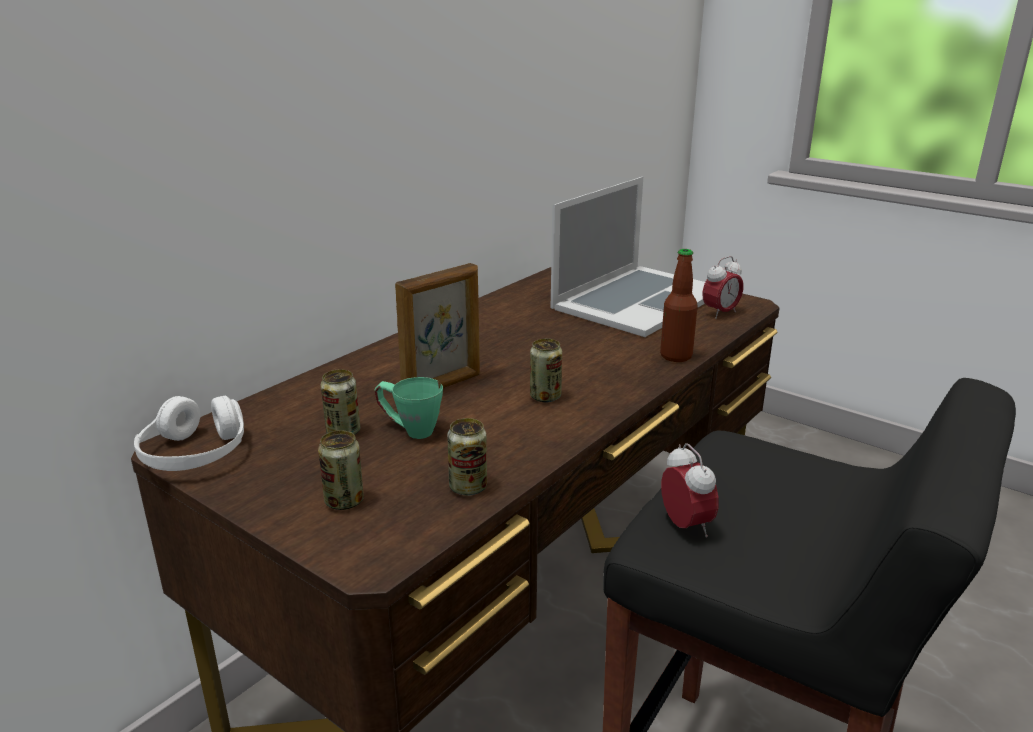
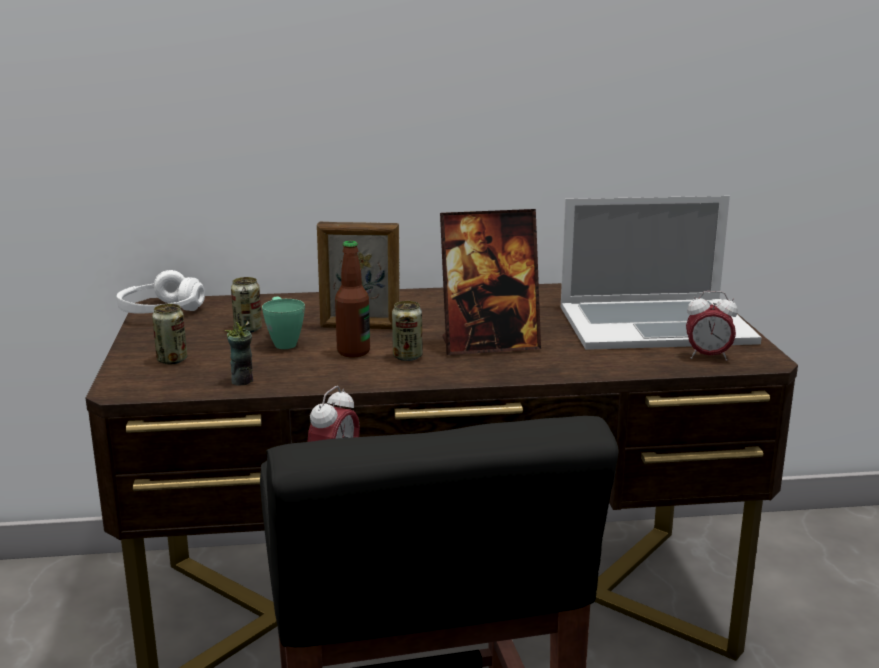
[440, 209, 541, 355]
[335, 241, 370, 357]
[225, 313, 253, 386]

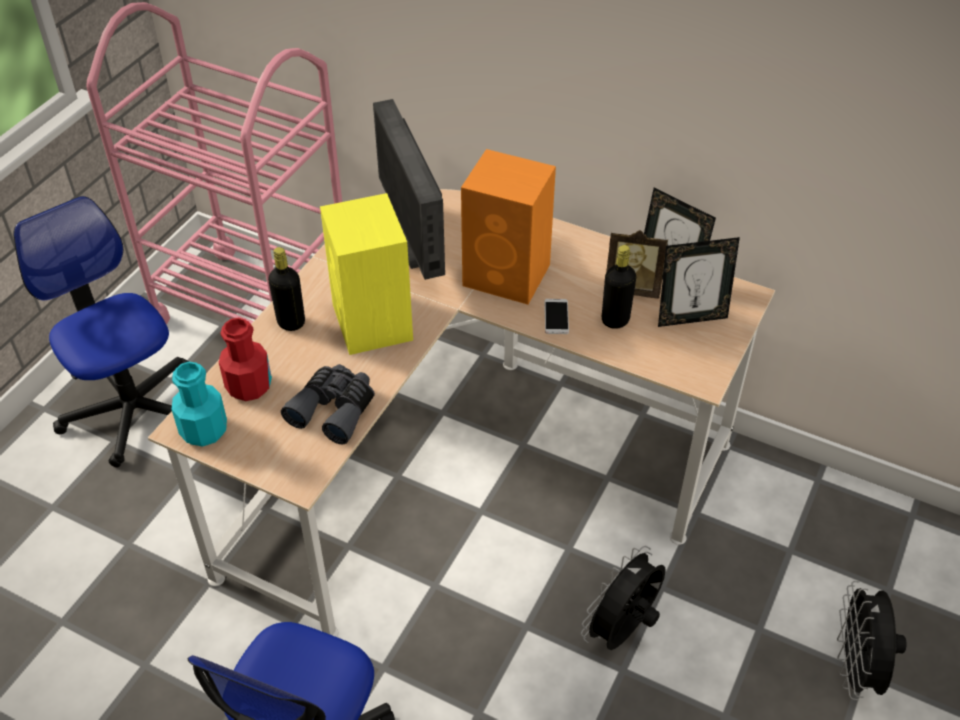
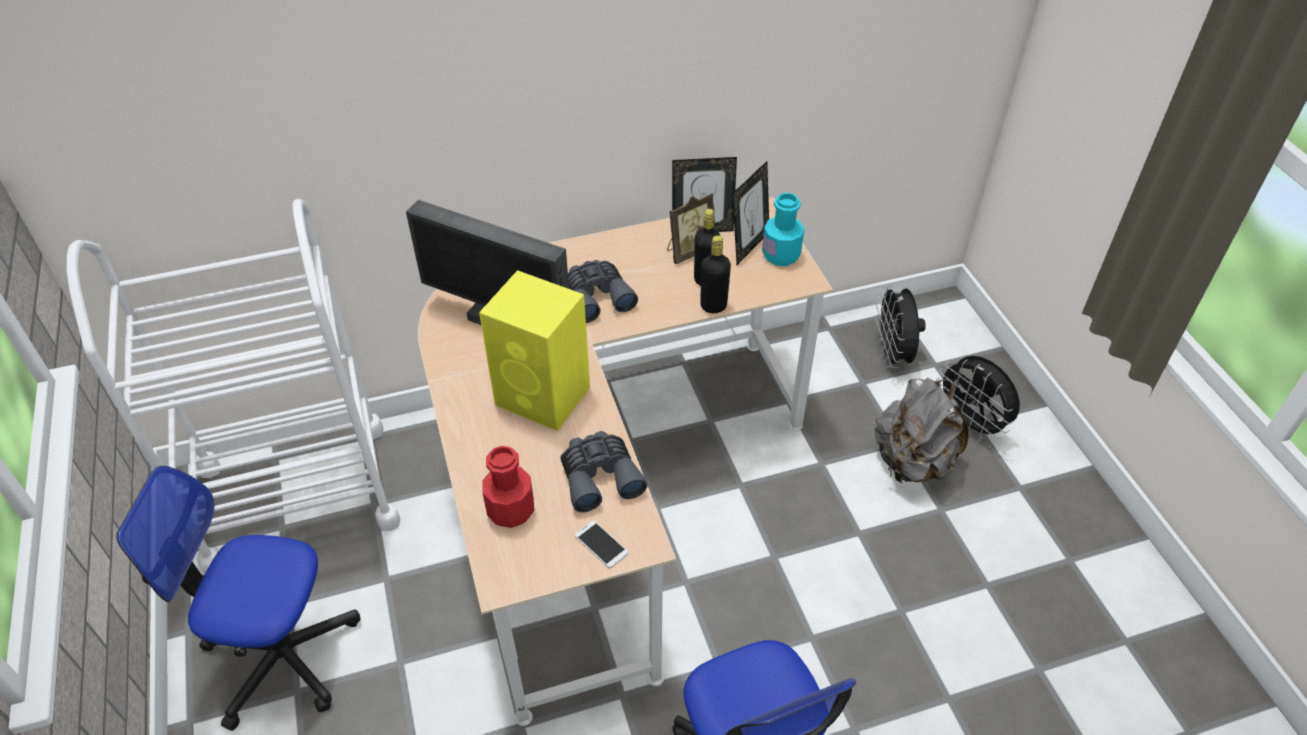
[875, 378, 969, 483]
[762, 193, 804, 266]
[700, 235, 731, 313]
[575, 521, 628, 568]
[875, 285, 926, 368]
[568, 260, 638, 323]
[67, 199, 400, 575]

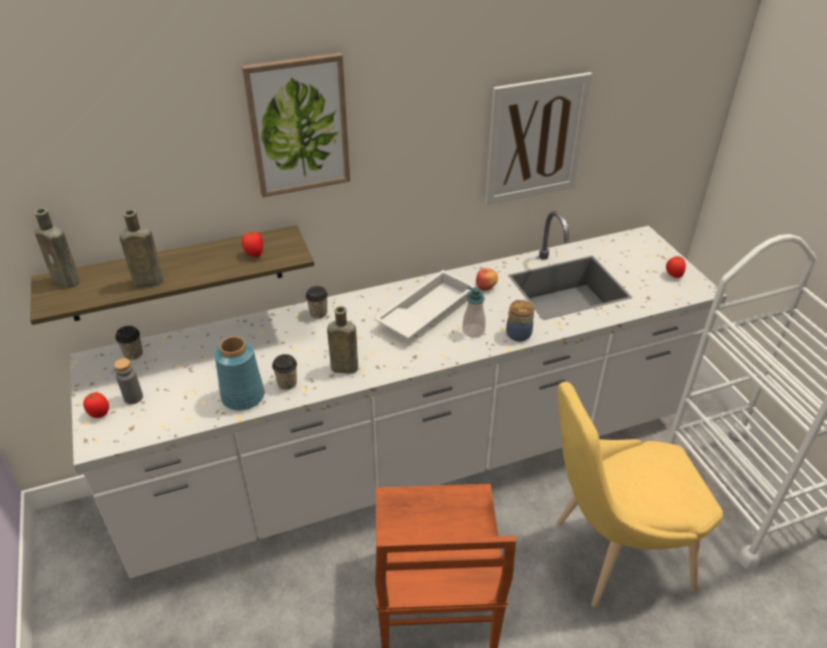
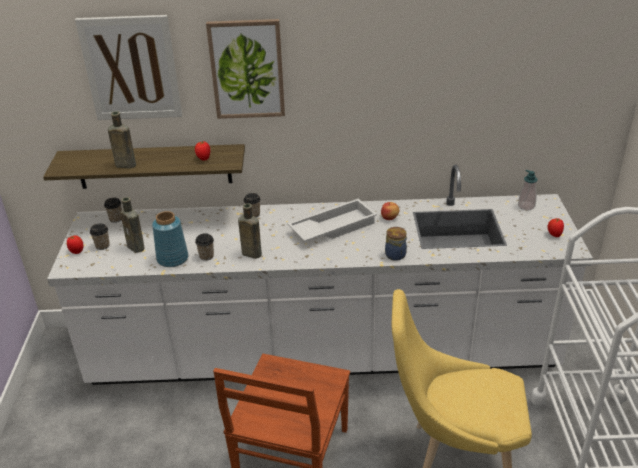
[120, 197, 145, 253]
[518, 170, 538, 210]
[75, 15, 182, 120]
[90, 223, 110, 250]

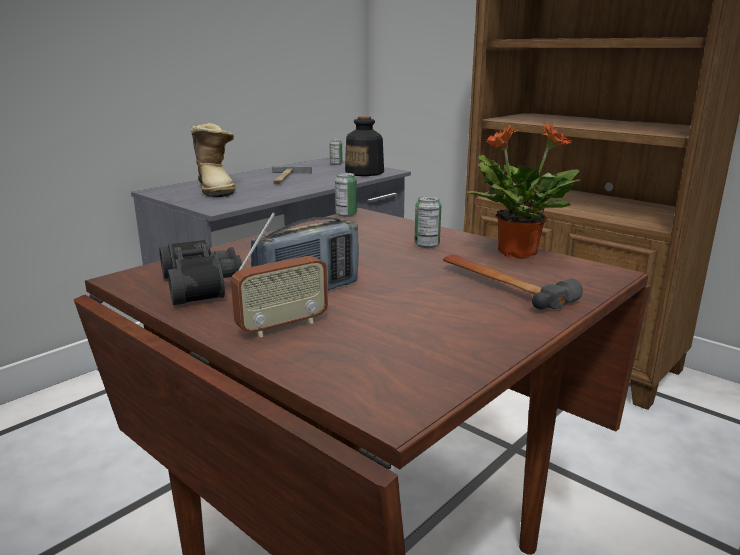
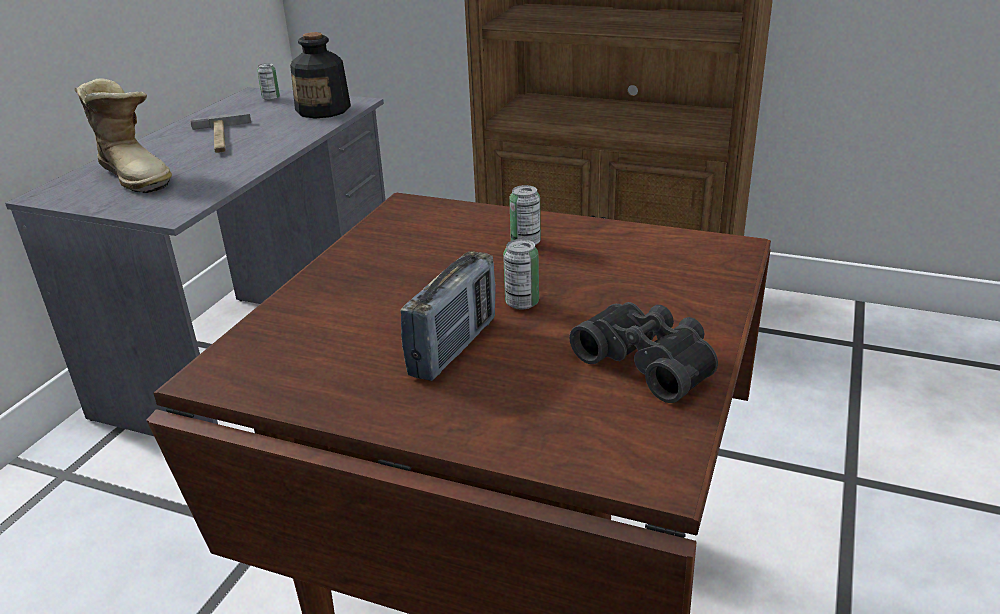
[231, 213, 328, 337] (first image)
[443, 255, 583, 310] (first image)
[466, 123, 581, 259] (first image)
[570, 302, 718, 403]
[503, 239, 539, 310]

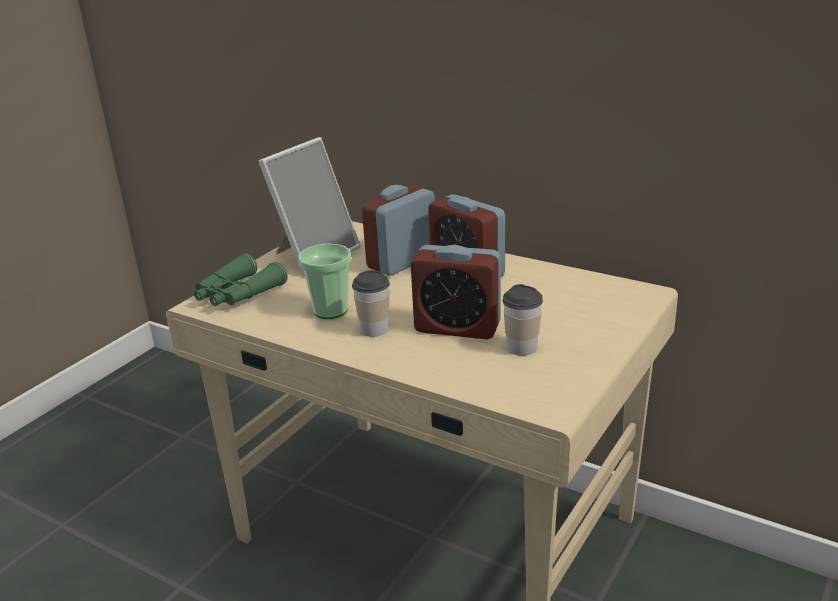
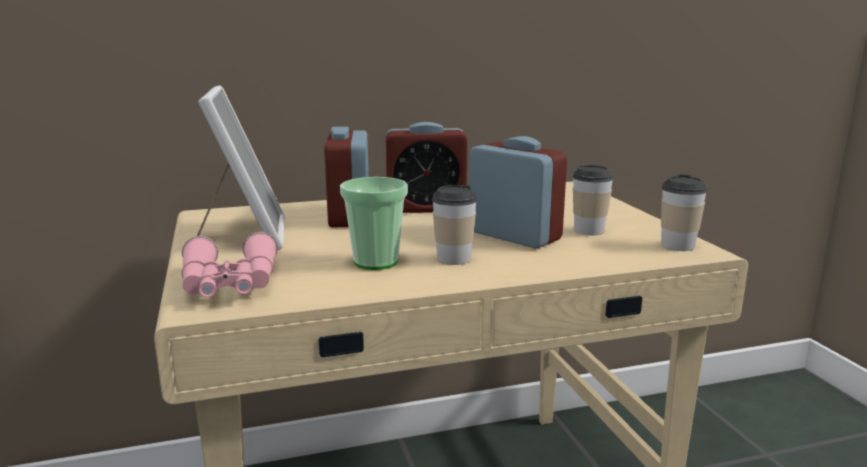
[661, 174, 708, 251]
[182, 232, 278, 298]
[469, 136, 567, 249]

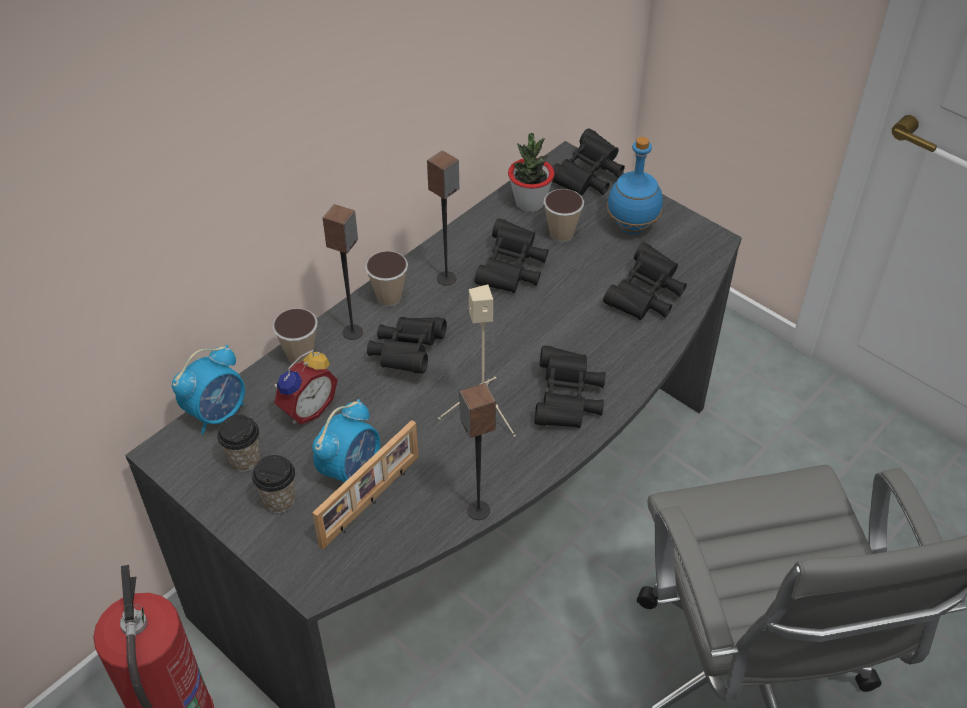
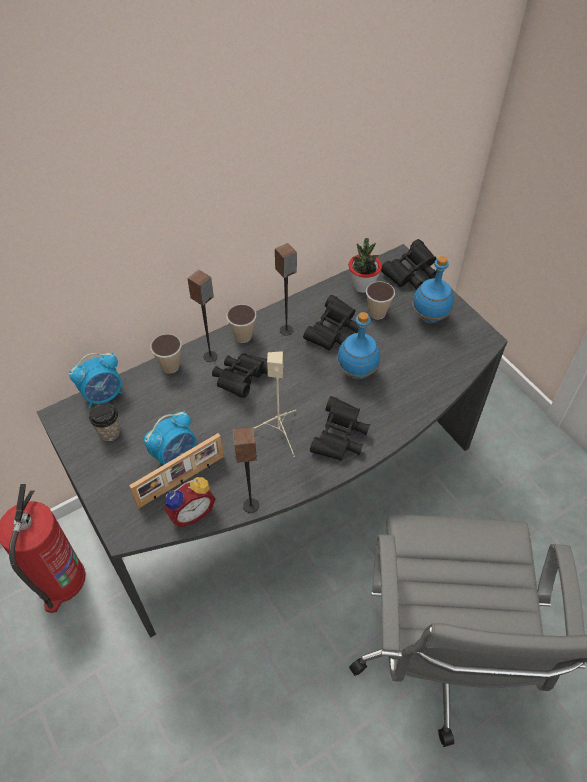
[252, 455, 296, 513] (first image)
[603, 242, 687, 320] (first image)
[337, 312, 380, 379]
[164, 477, 216, 527]

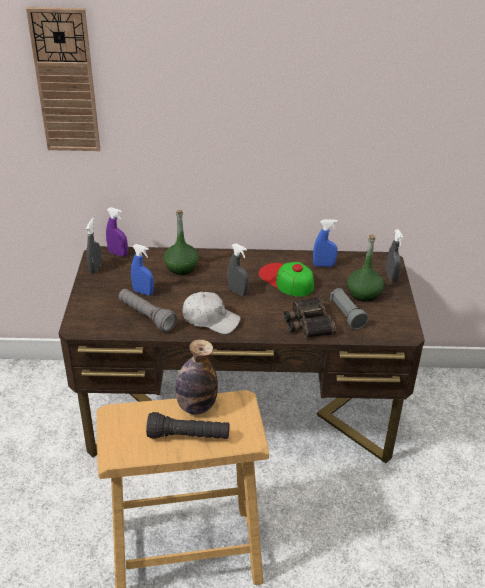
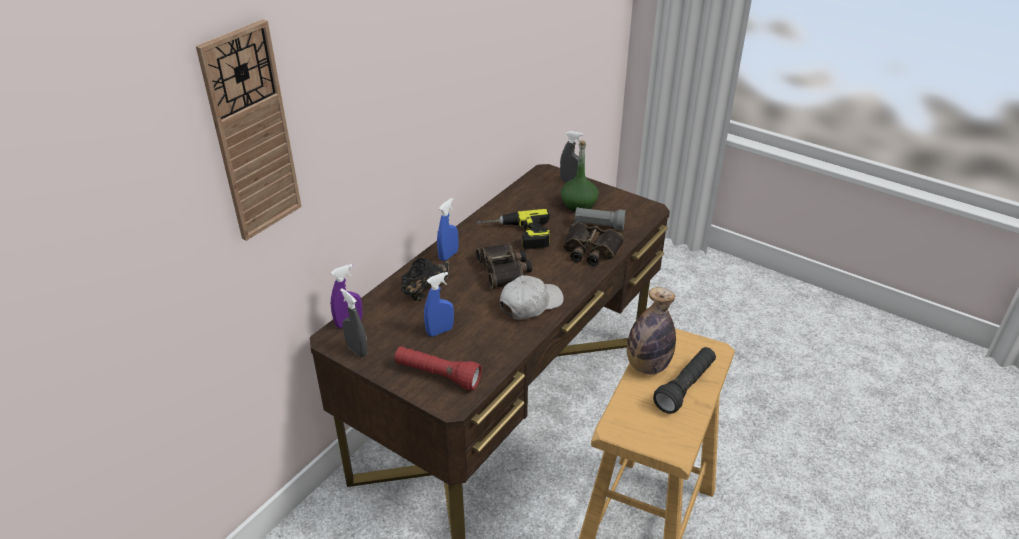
[118, 289, 177, 332] (first image)
[395, 346, 482, 390]
[437, 198, 458, 261]
[401, 257, 450, 301]
[476, 243, 532, 289]
[476, 209, 550, 249]

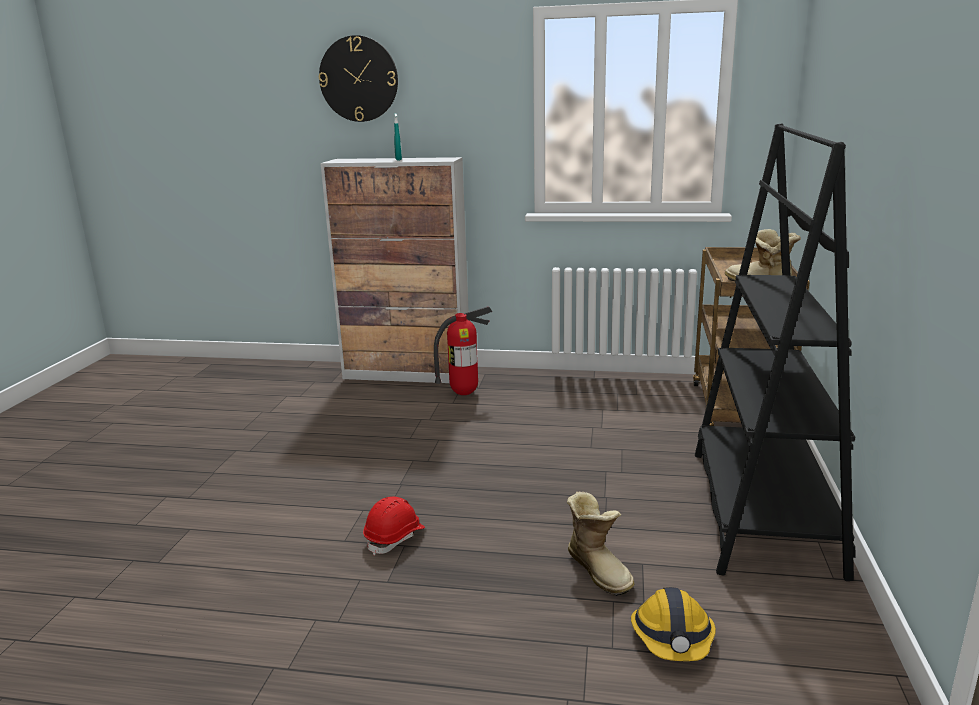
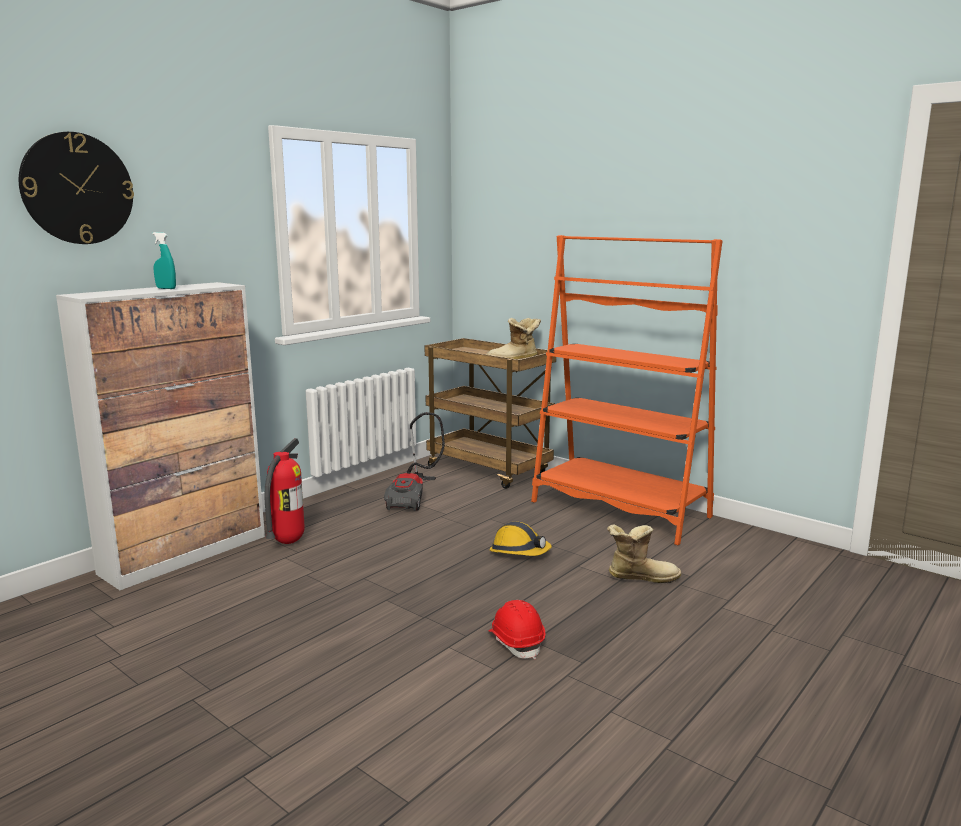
[384, 412, 445, 511]
[489, 522, 552, 556]
[531, 235, 722, 545]

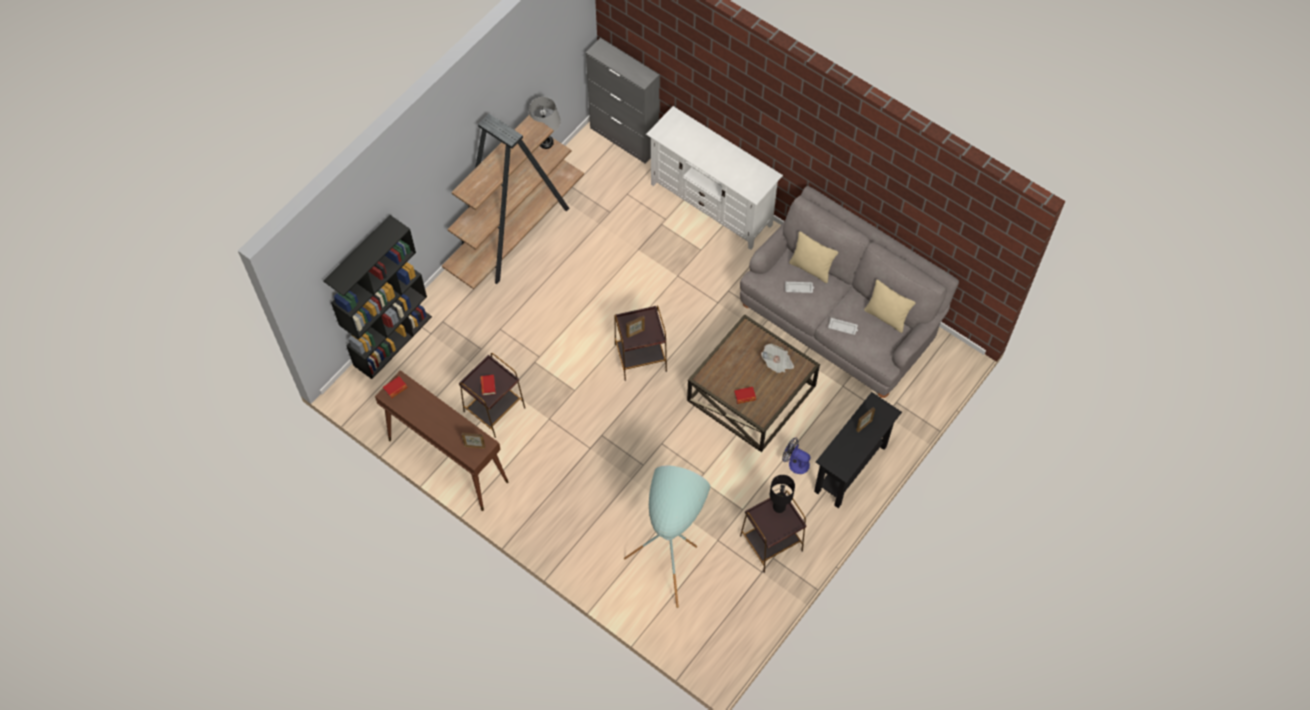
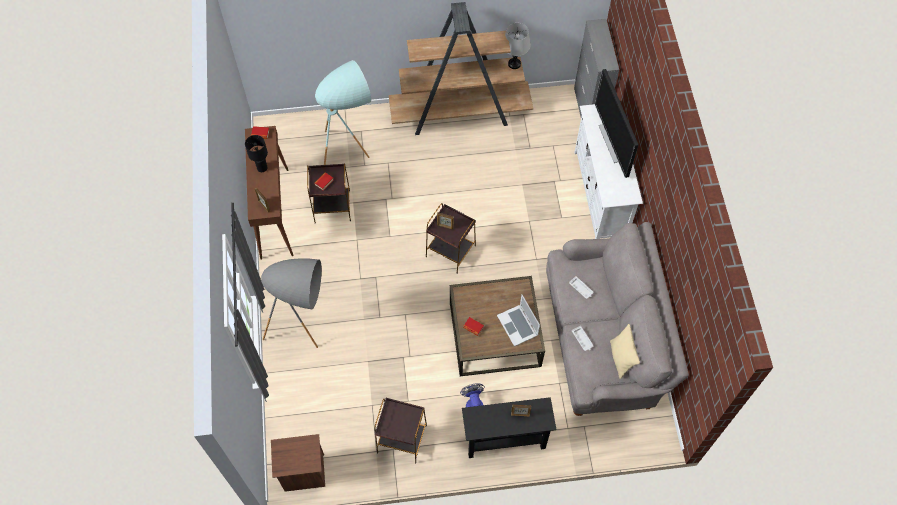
[323, 215, 432, 379] (first image)
[789, 231, 838, 283] (first image)
[261, 258, 322, 348]
[271, 434, 325, 492]
[595, 69, 638, 178]
[315, 60, 371, 165]
[245, 135, 268, 172]
[497, 294, 540, 346]

